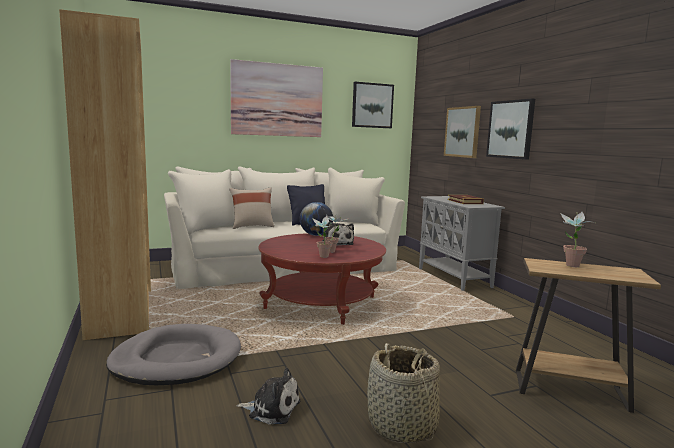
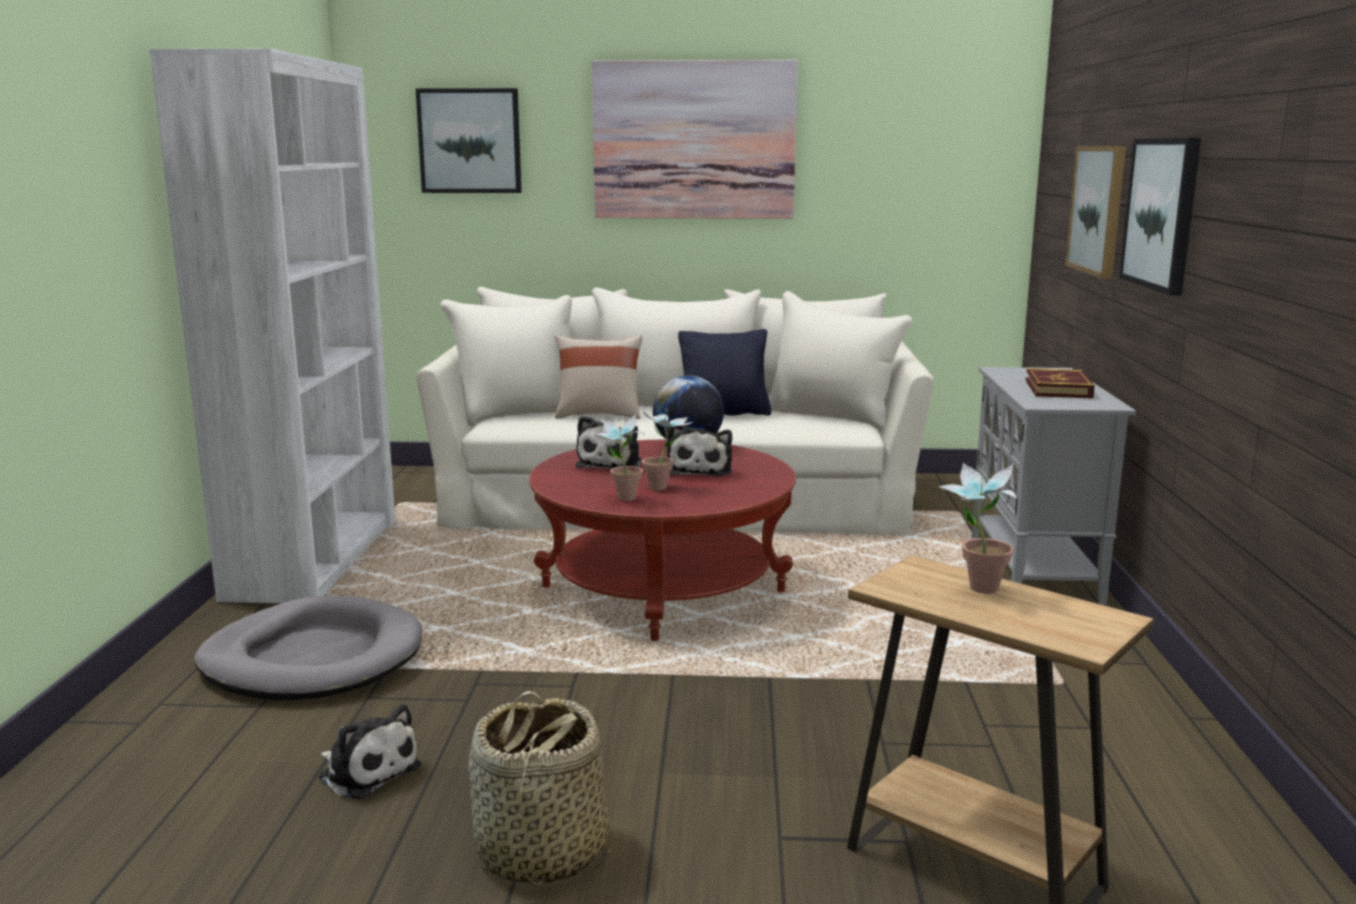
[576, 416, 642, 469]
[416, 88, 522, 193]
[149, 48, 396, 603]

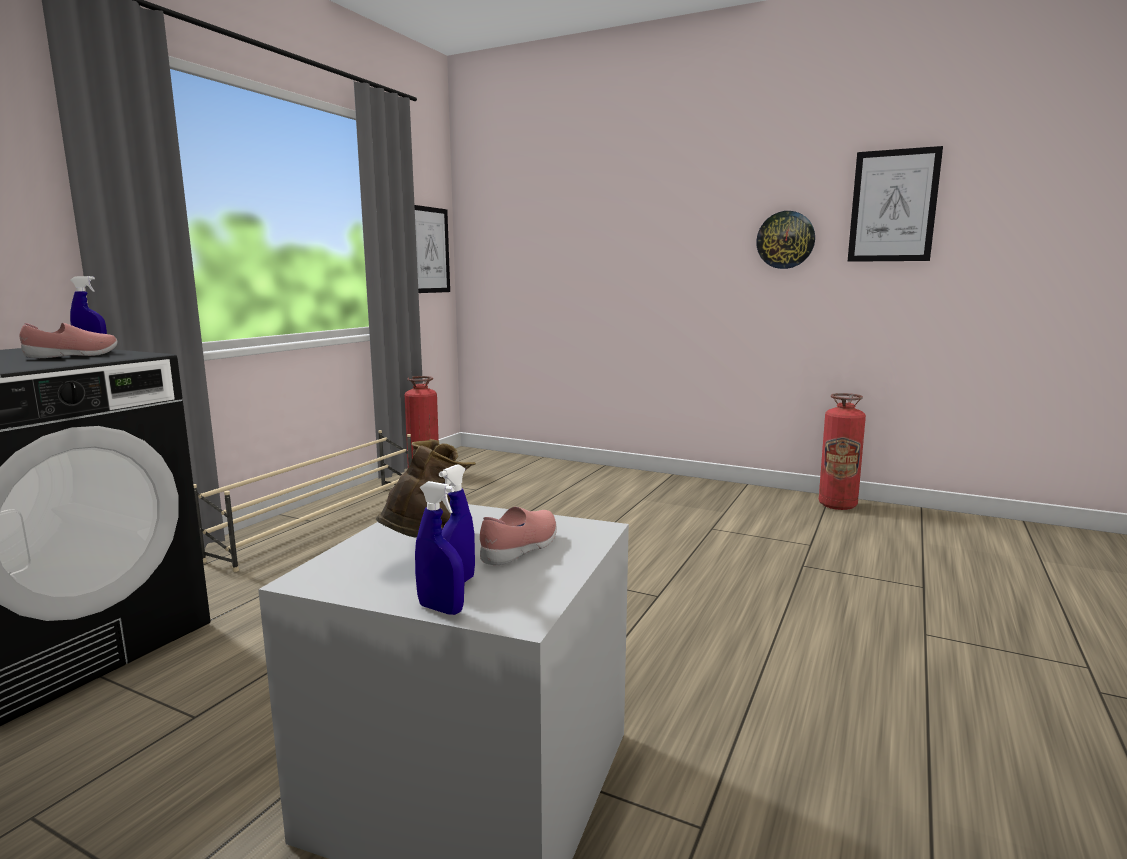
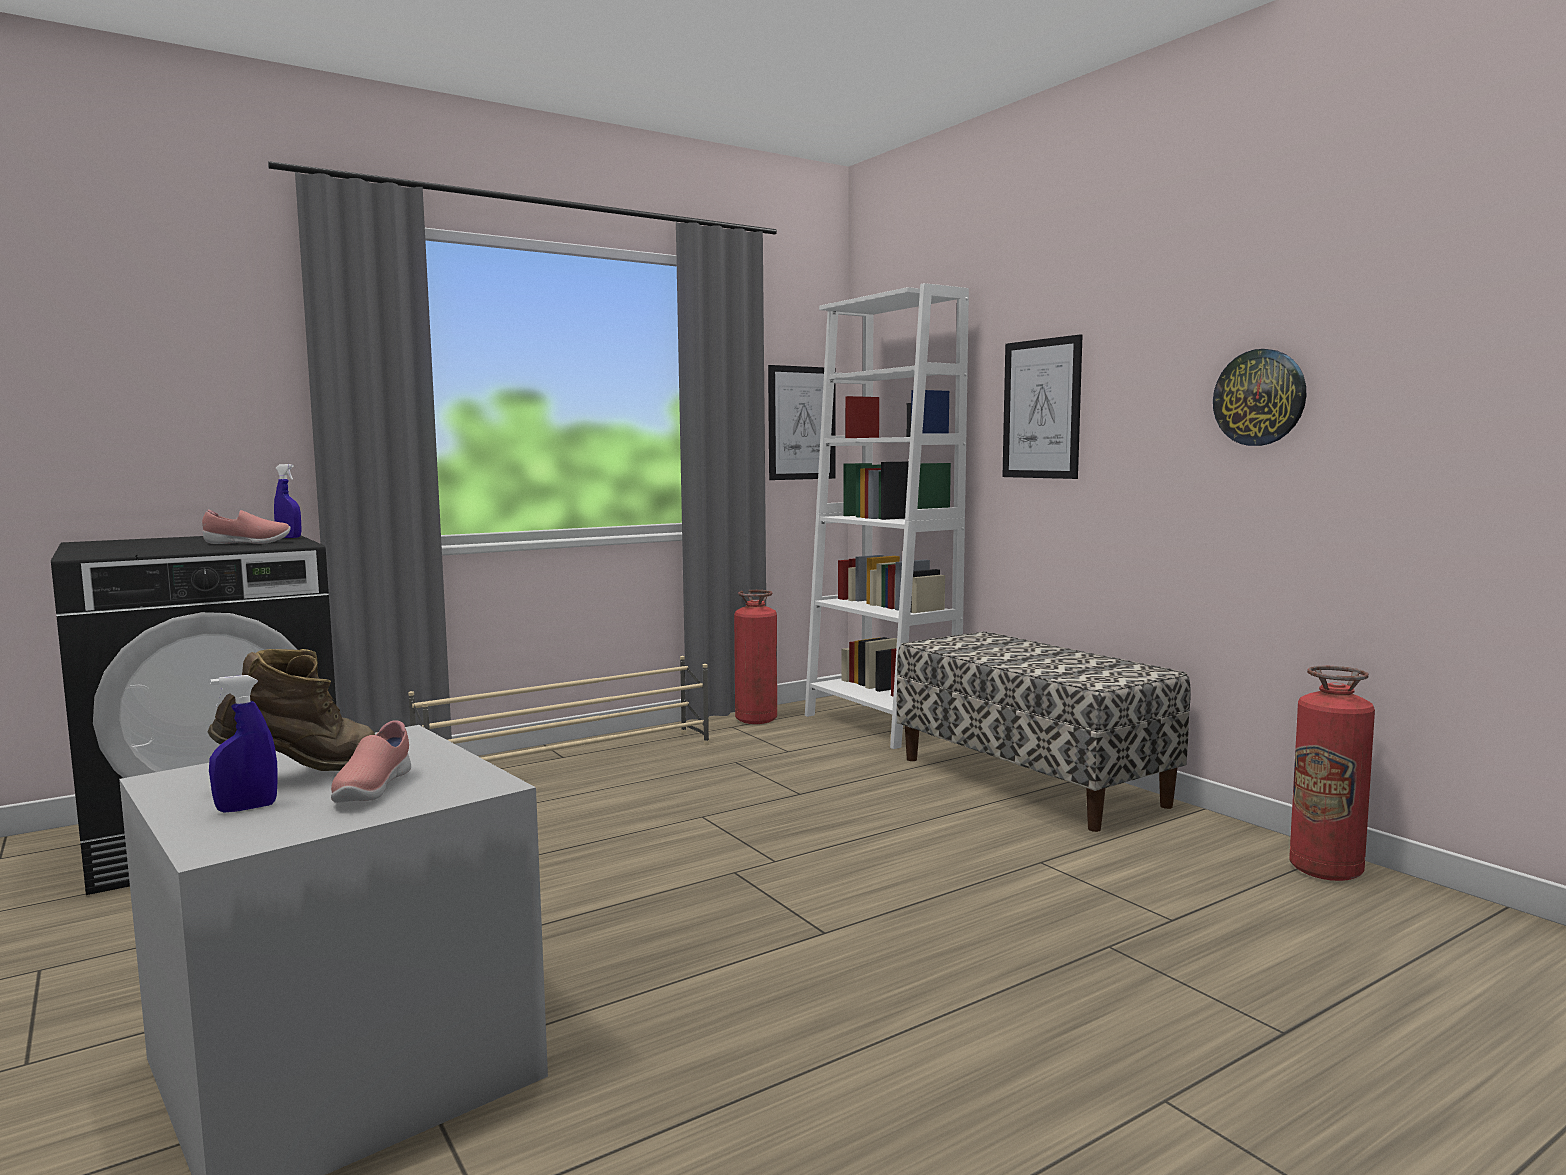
[415, 481, 464, 615] (first image)
[805, 283, 969, 749]
[897, 632, 1191, 832]
[1003, 334, 1083, 479]
[331, 720, 411, 803]

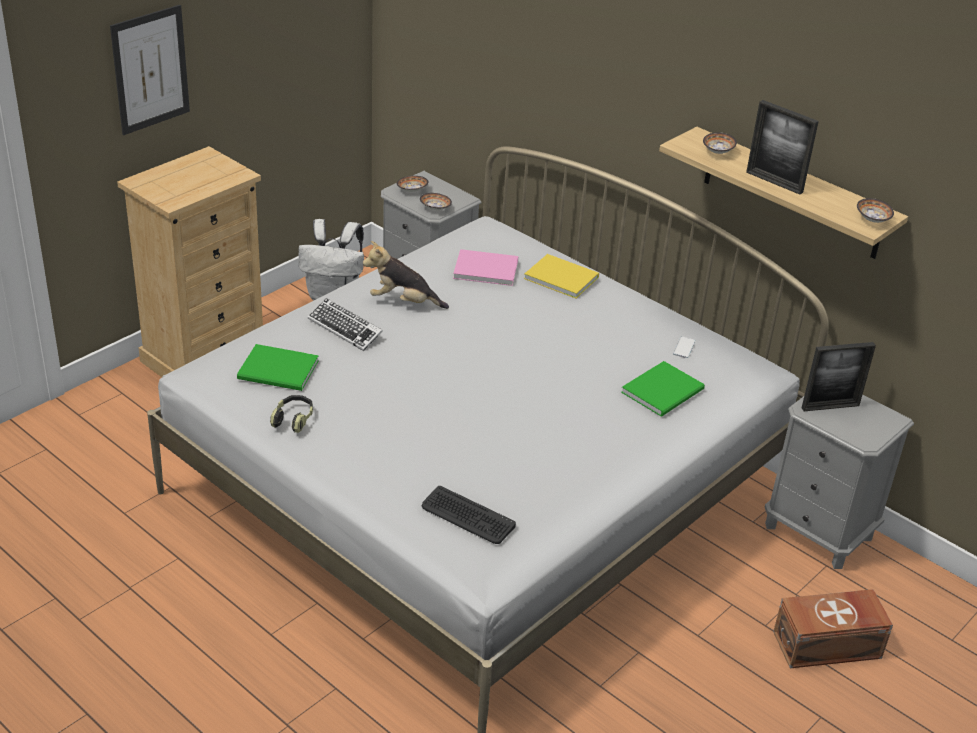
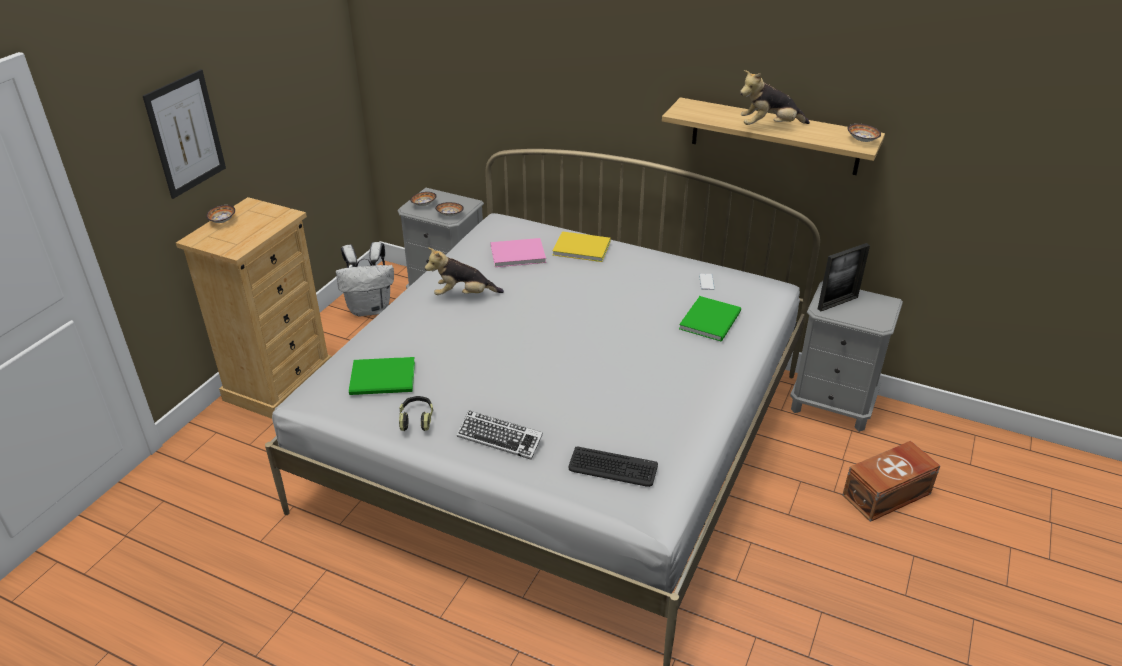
[457, 410, 543, 460]
[206, 205, 235, 223]
[740, 70, 810, 125]

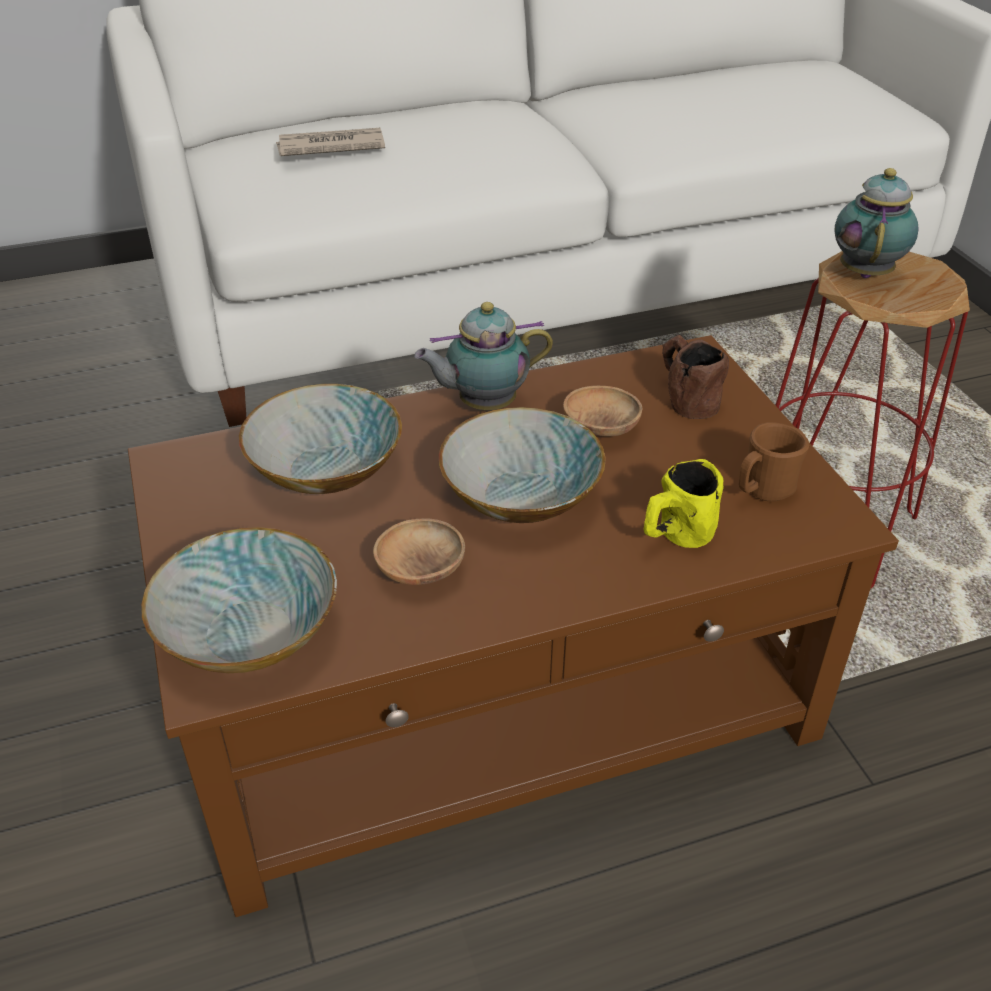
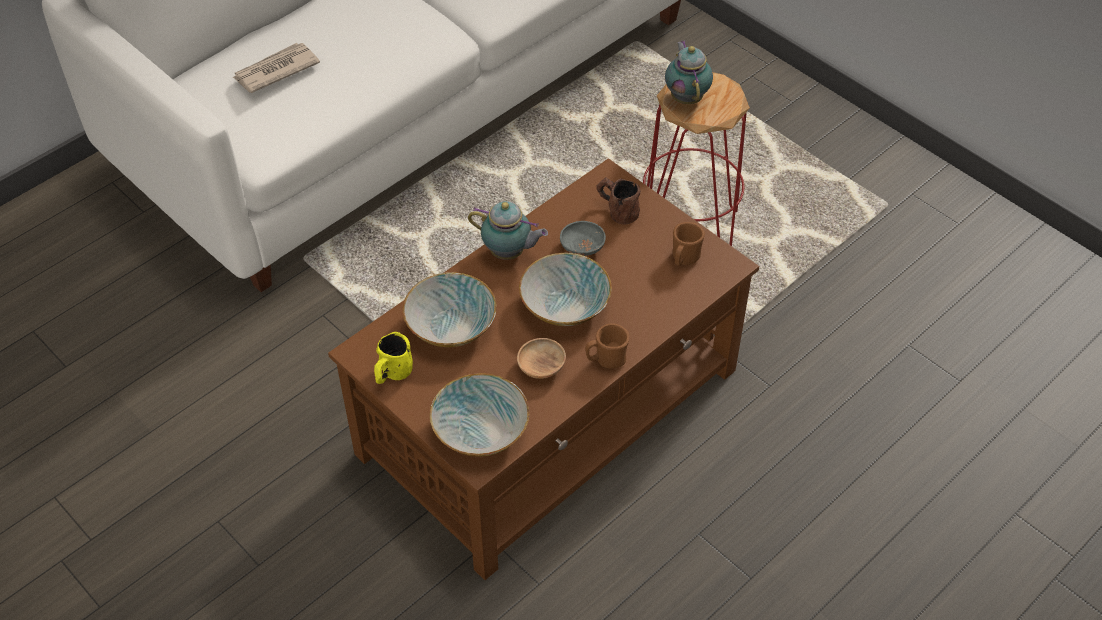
[585, 323, 629, 369]
[374, 332, 413, 384]
[560, 221, 606, 256]
[468, 201, 548, 260]

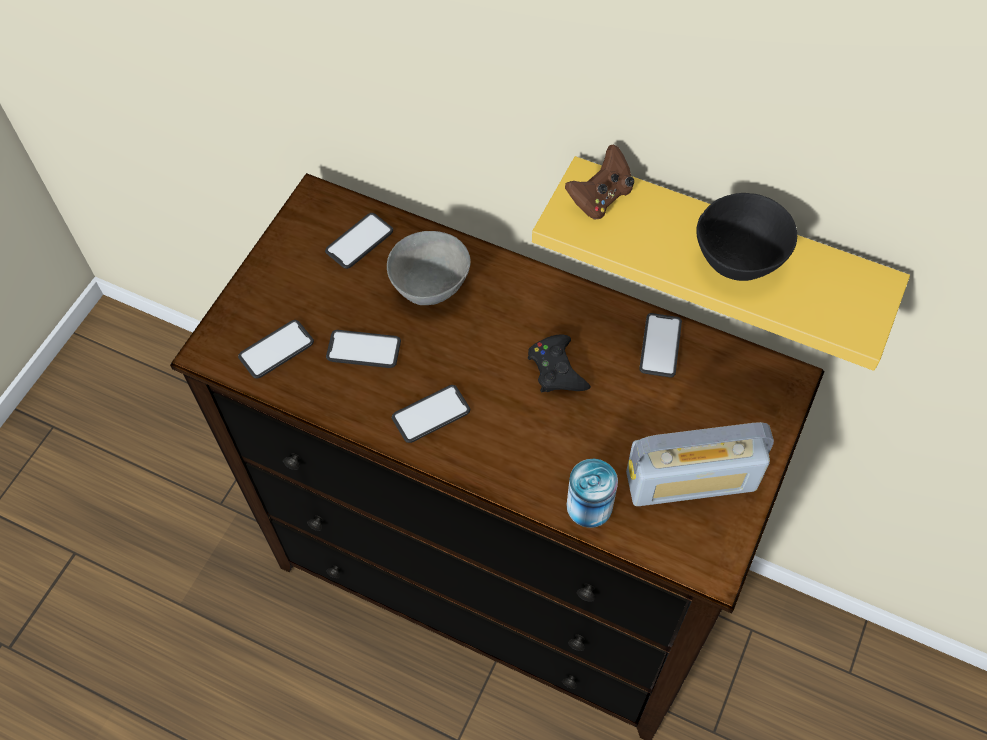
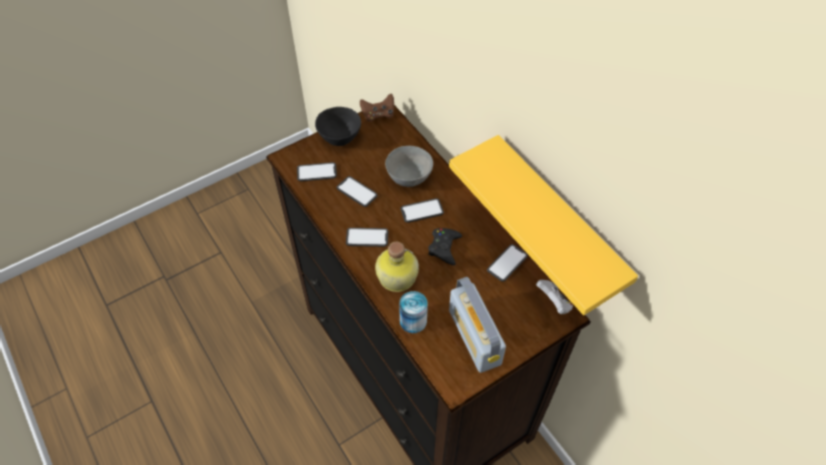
[375, 242, 419, 292]
[536, 280, 573, 314]
[400, 198, 444, 223]
[360, 94, 394, 122]
[315, 107, 361, 146]
[449, 277, 506, 373]

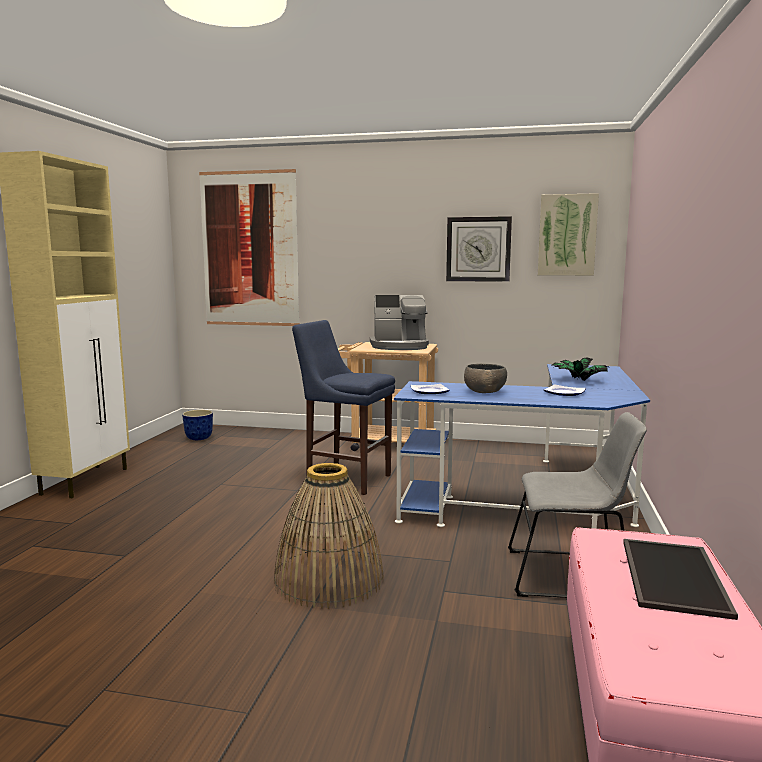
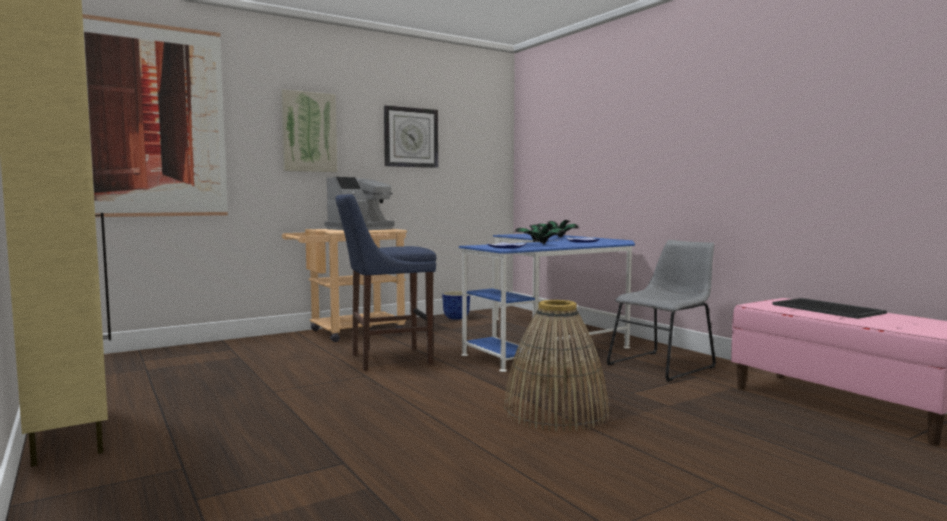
[442, 291, 470, 320]
[281, 89, 337, 172]
[513, 224, 565, 245]

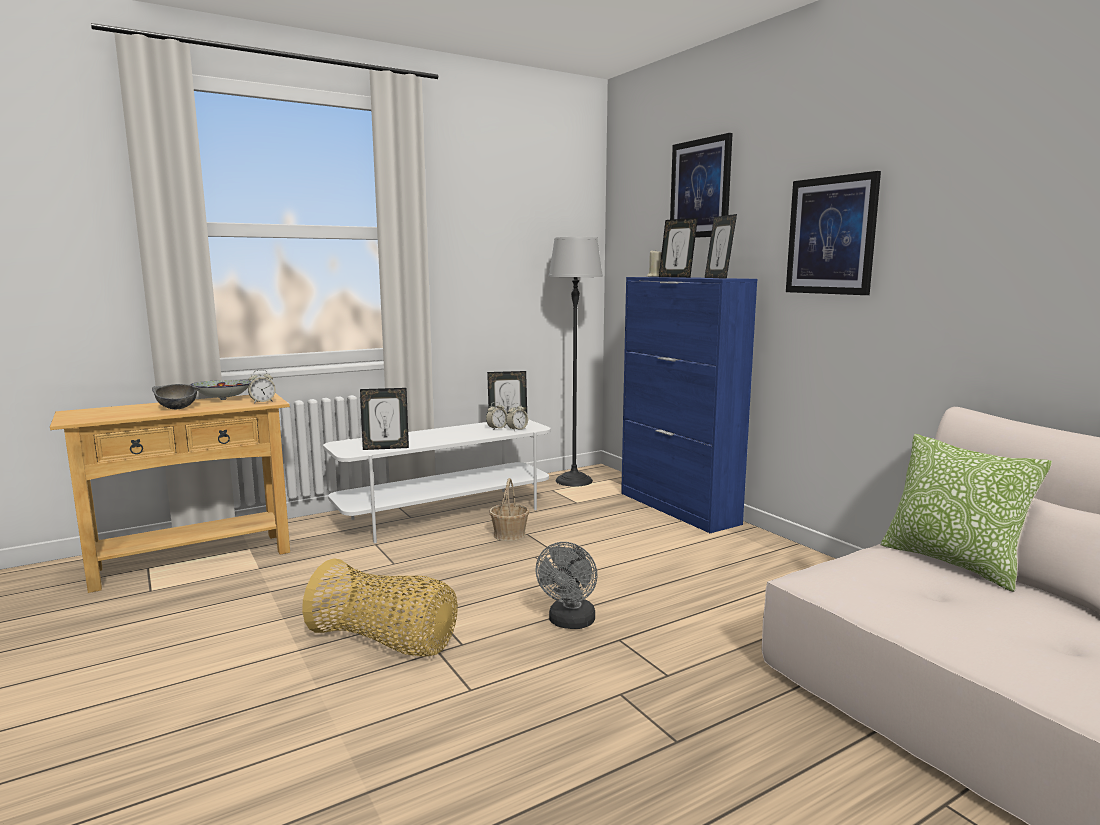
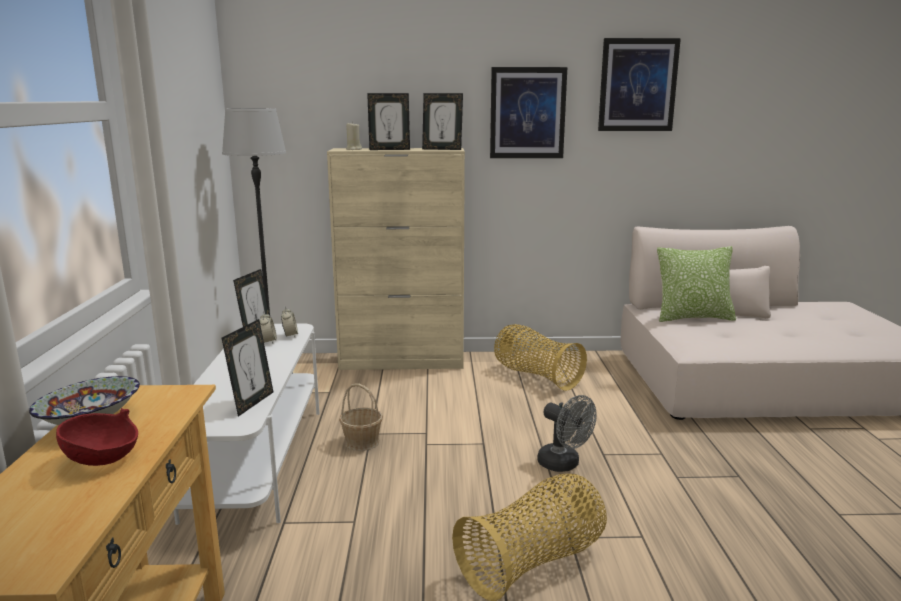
[248, 369, 276, 404] (first image)
[494, 324, 587, 391]
[598, 38, 681, 131]
[56, 408, 138, 466]
[327, 148, 465, 370]

